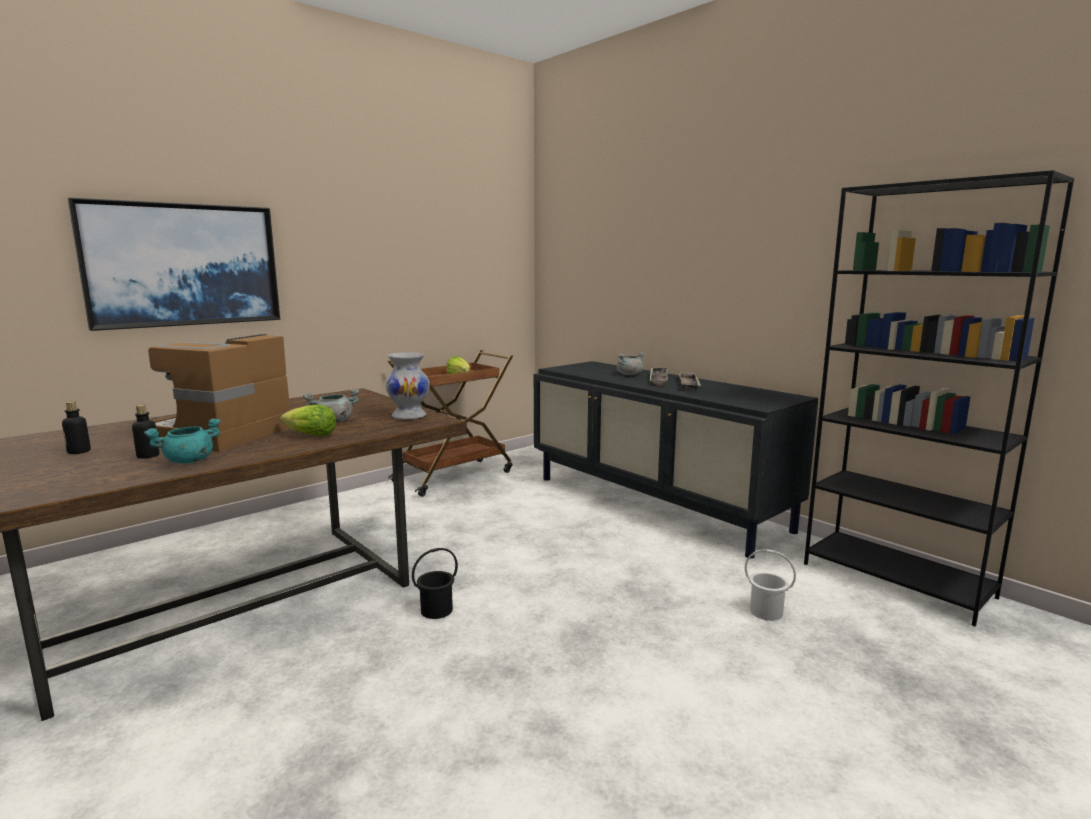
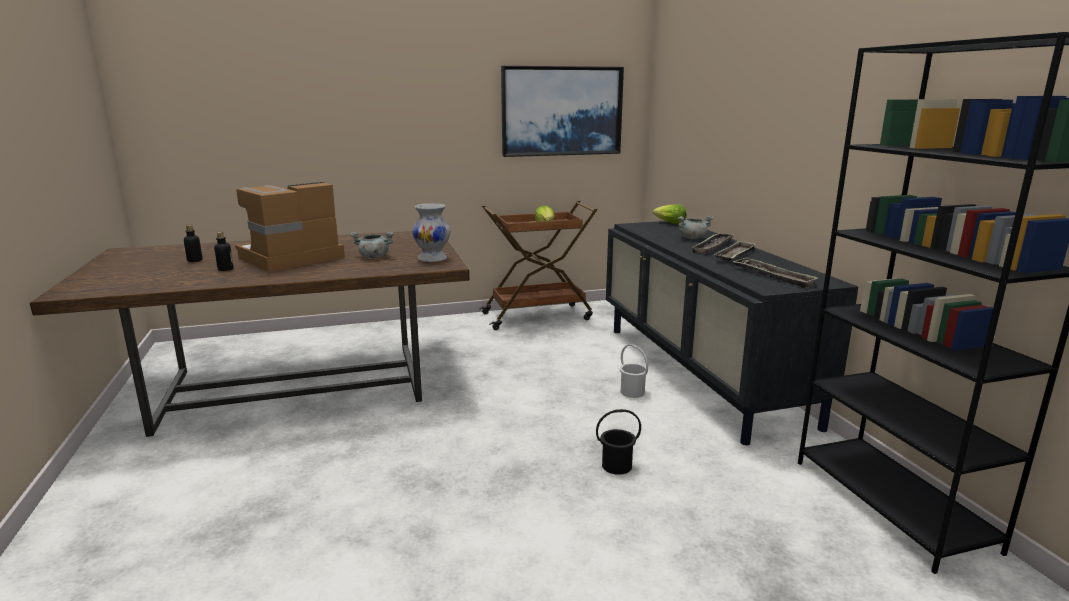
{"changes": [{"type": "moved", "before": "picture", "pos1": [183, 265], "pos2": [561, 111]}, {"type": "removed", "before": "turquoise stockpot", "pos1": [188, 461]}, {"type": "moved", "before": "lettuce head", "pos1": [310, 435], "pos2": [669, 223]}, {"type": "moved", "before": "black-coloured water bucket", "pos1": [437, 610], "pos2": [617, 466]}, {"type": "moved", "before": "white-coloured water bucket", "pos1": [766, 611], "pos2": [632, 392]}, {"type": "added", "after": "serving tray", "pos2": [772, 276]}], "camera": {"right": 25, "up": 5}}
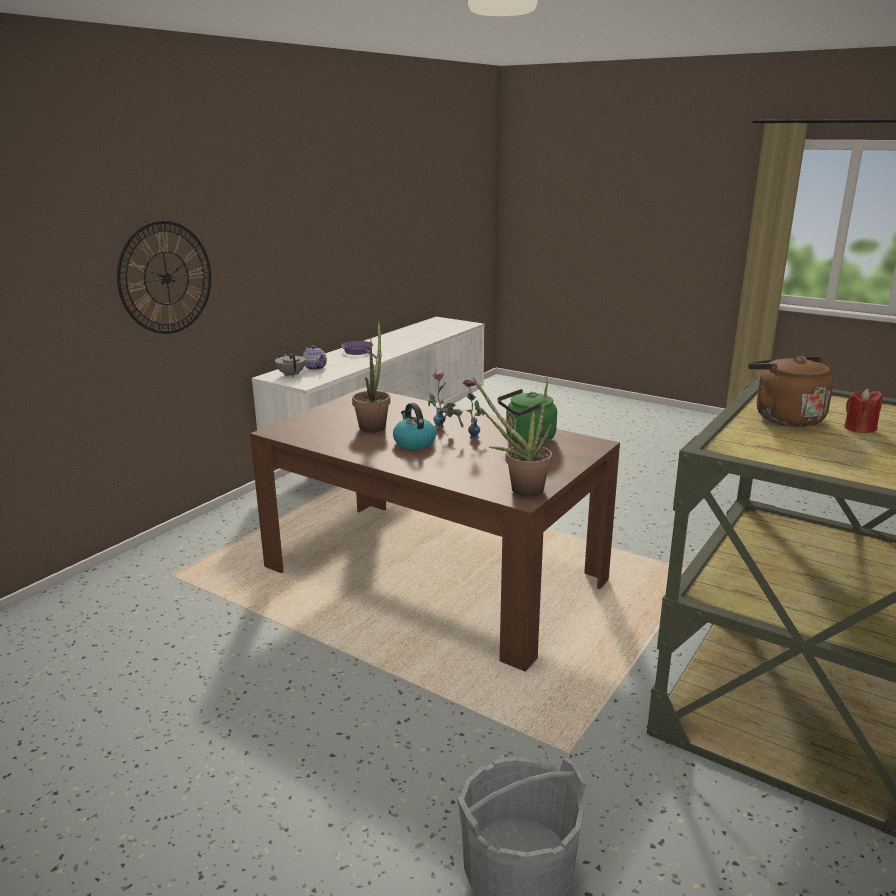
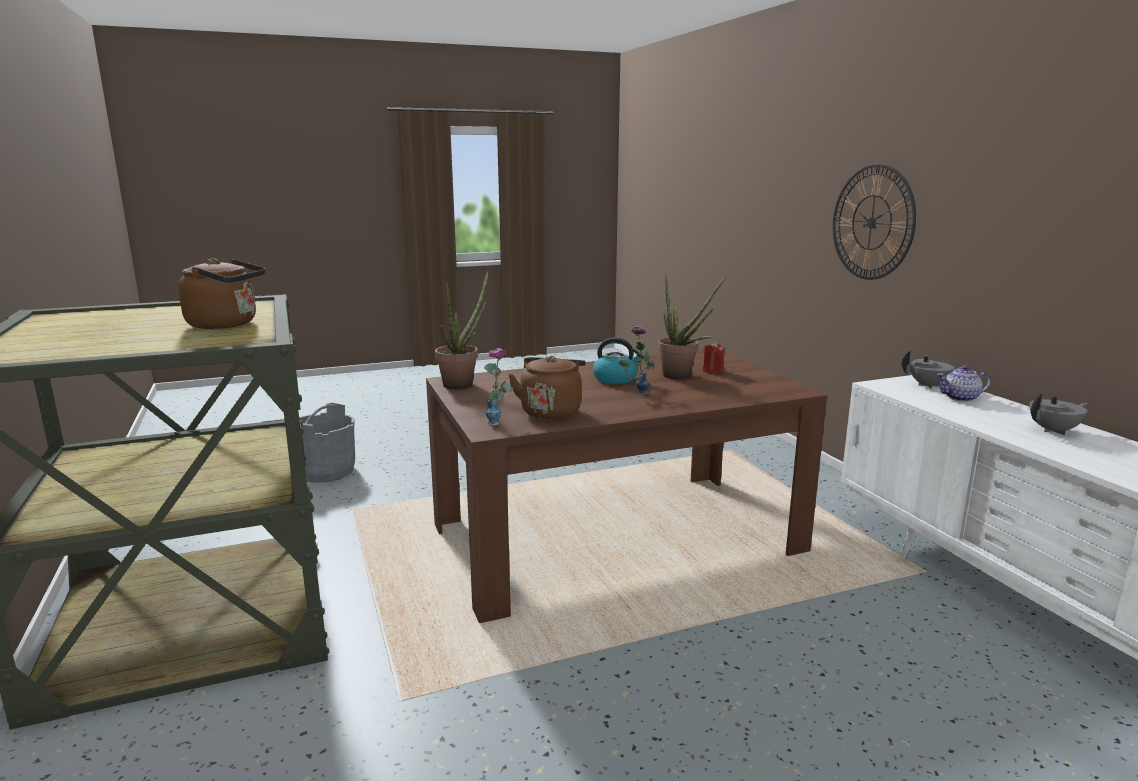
{"changes": [{"type": "replaced", "before": "purple pan", "after": "gray pot for tea", "pos1": [359, 352], "pos2": [1054, 431]}, {"type": "moved", "before": "vase", "pos1": [467, 437], "pos2": [499, 421]}, {"type": "recoloured", "before": "green-coloured kettle", "after": "brownish kettle", "pos1": [527, 439], "pos2": [551, 411]}, {"type": "moved", "before": "reddish candle", "pos1": [859, 428], "pos2": [712, 371]}], "camera": {"right": 125, "up": -5}}
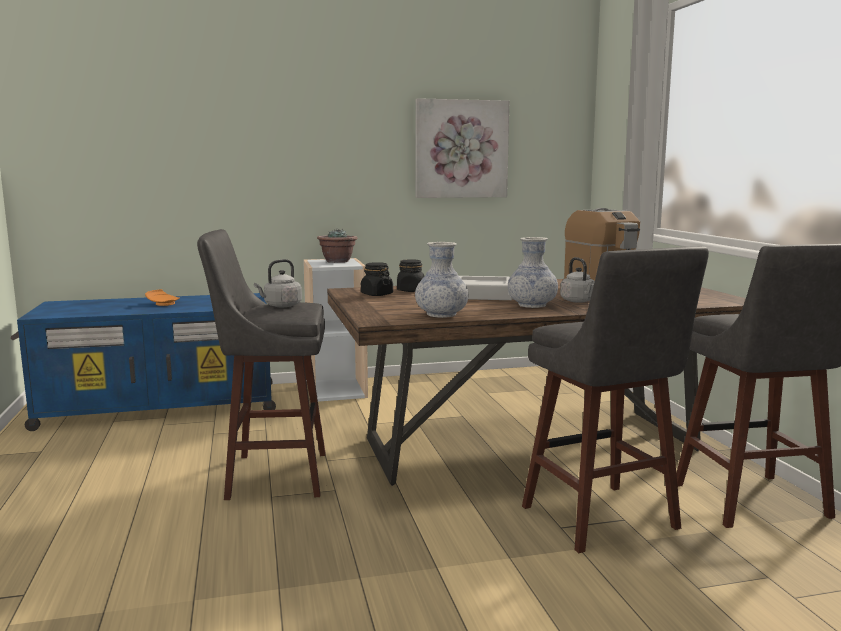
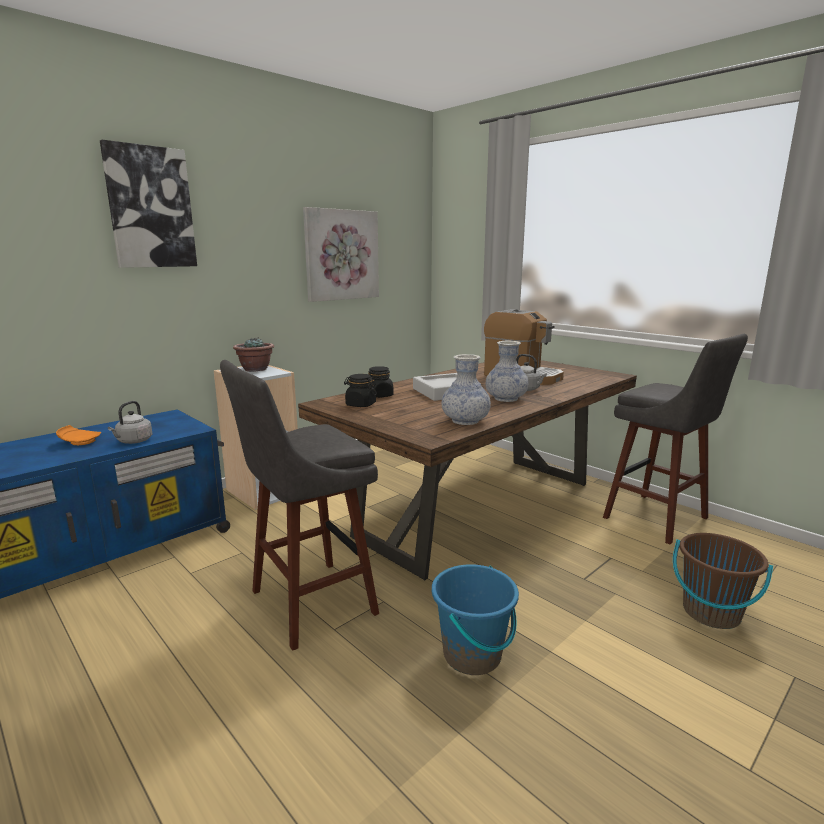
{"changes": [{"type": "moved", "before": "gray kettle", "pos1": [281, 306], "pos2": [133, 441]}, {"type": "removed", "before": "gray stool seat", "pos1": [602, 520]}, {"type": "added", "after": "picture", "pos2": [150, 208]}, {"type": "added", "after": "bluish water bucket", "pos2": [472, 655]}, {"type": "added", "after": "brownish water bucket", "pos2": [711, 613]}], "camera": {"right": -30, "up": 5}}
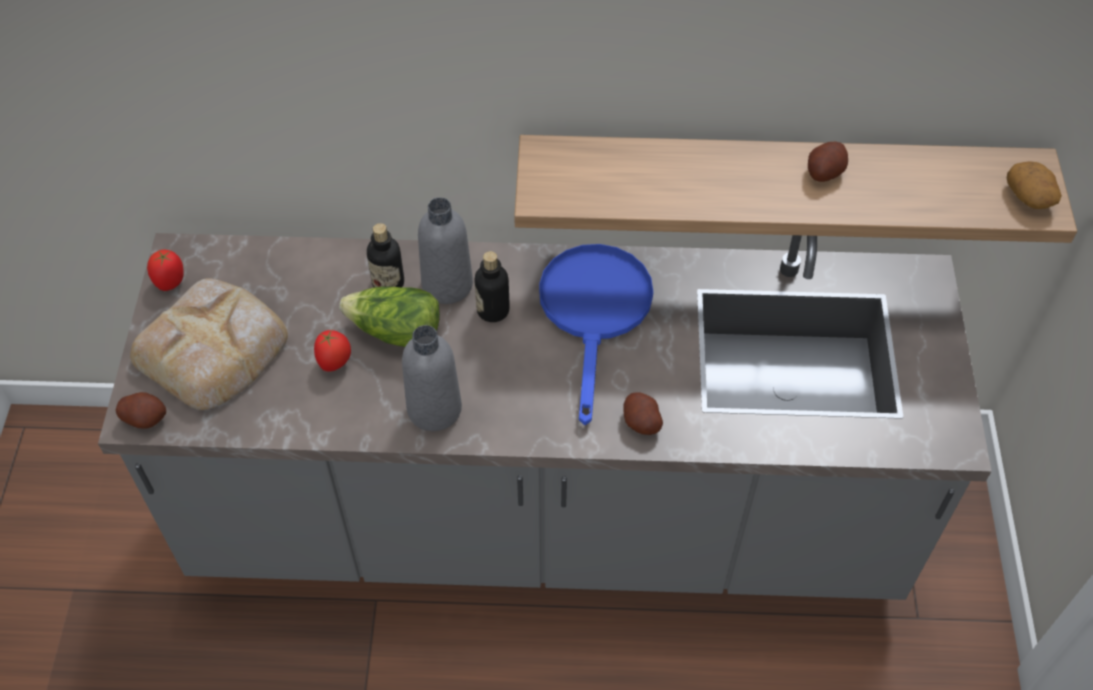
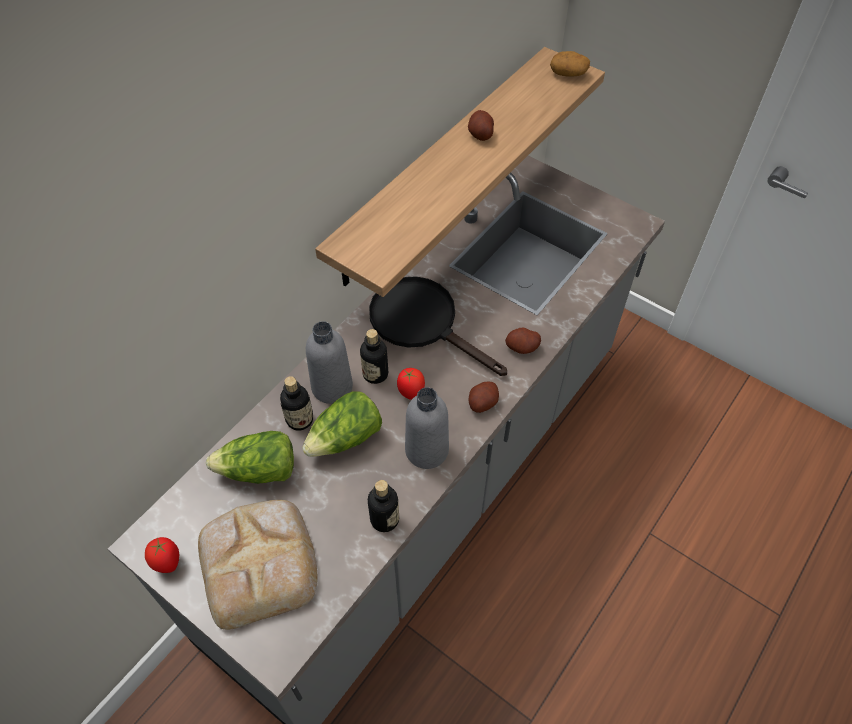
{"changes": [{"type": "moved", "before": "potato", "pos1": [145, 418], "pos2": [482, 403]}, {"type": "moved", "before": "fresh tomato", "pos1": [335, 363], "pos2": [411, 392]}, {"type": "recoloured", "before": "bluish pan", "after": "black-coloured pan", "pos1": [595, 312], "pos2": [423, 323]}, {"type": "added", "after": "lettuce head", "pos2": [259, 470]}, {"type": "added", "after": "drink bottle", "pos2": [384, 519]}], "camera": {"right": -55, "up": 0}}
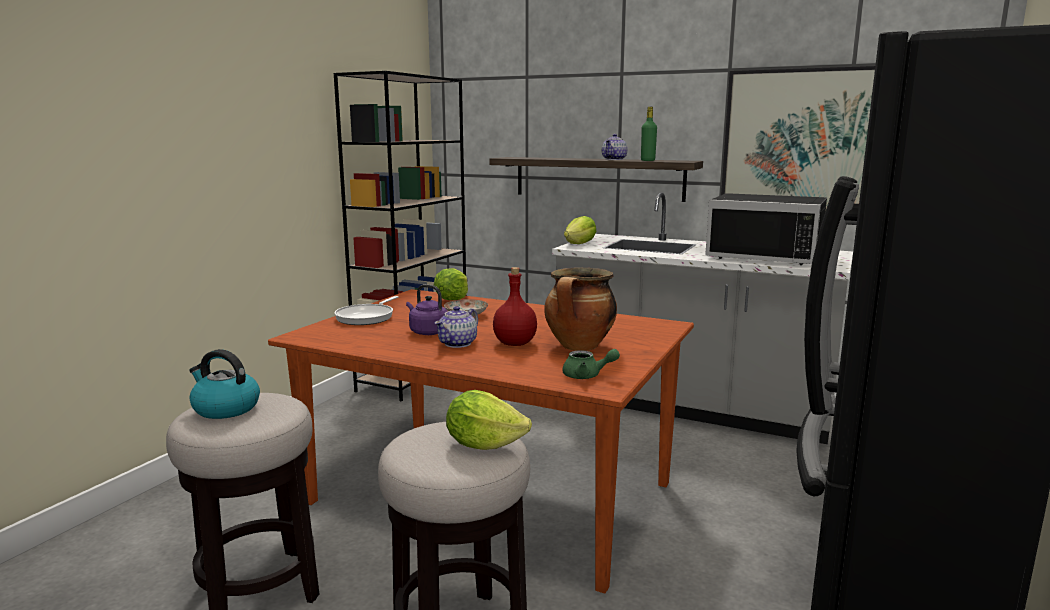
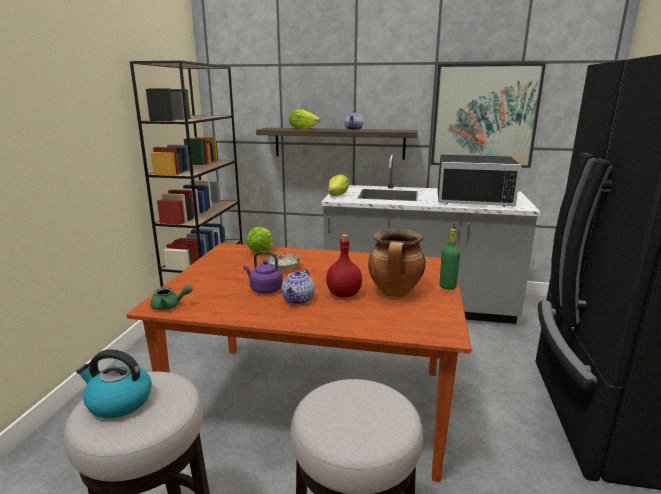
{"changes": [{"type": "removed", "before": "pan", "pos1": [367, 317]}, {"type": "moved", "before": "lettuce head", "pos1": [484, 444], "pos2": [302, 129]}, {"type": "moved", "before": "green-coloured pot for tea", "pos1": [587, 376], "pos2": [170, 306]}, {"type": "moved", "before": "green-coloured drink bottle", "pos1": [647, 160], "pos2": [447, 286]}], "camera": {"right": -15, "up": 5}}
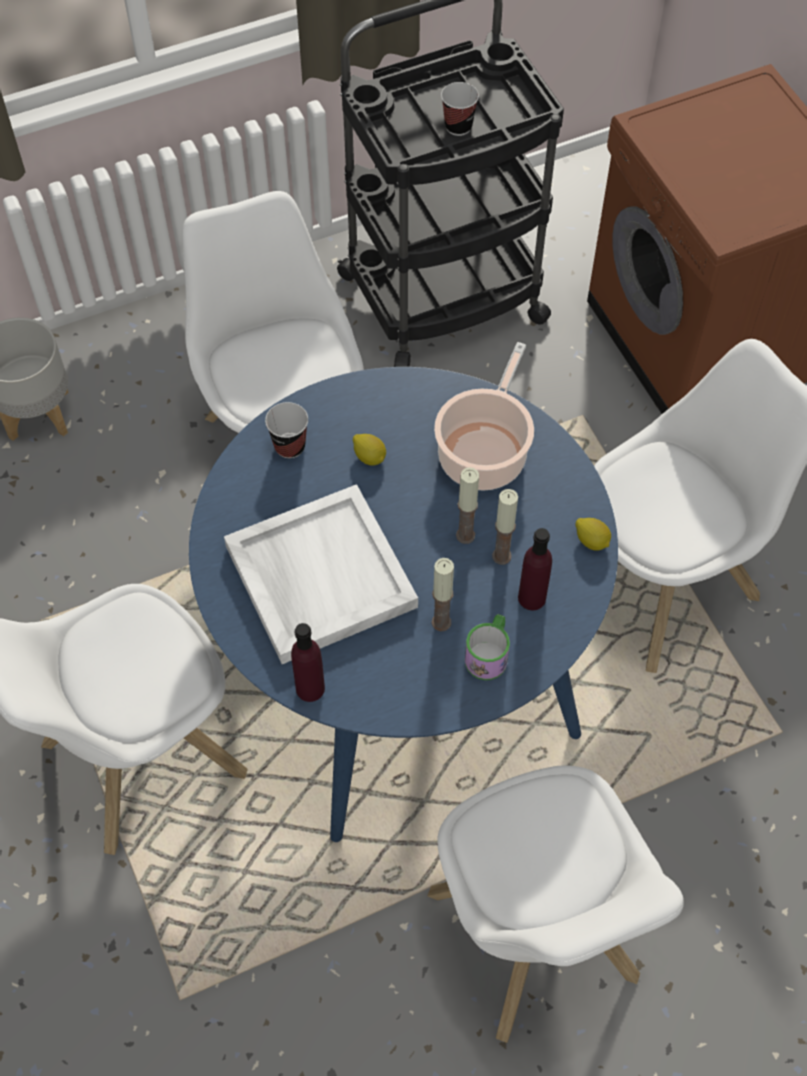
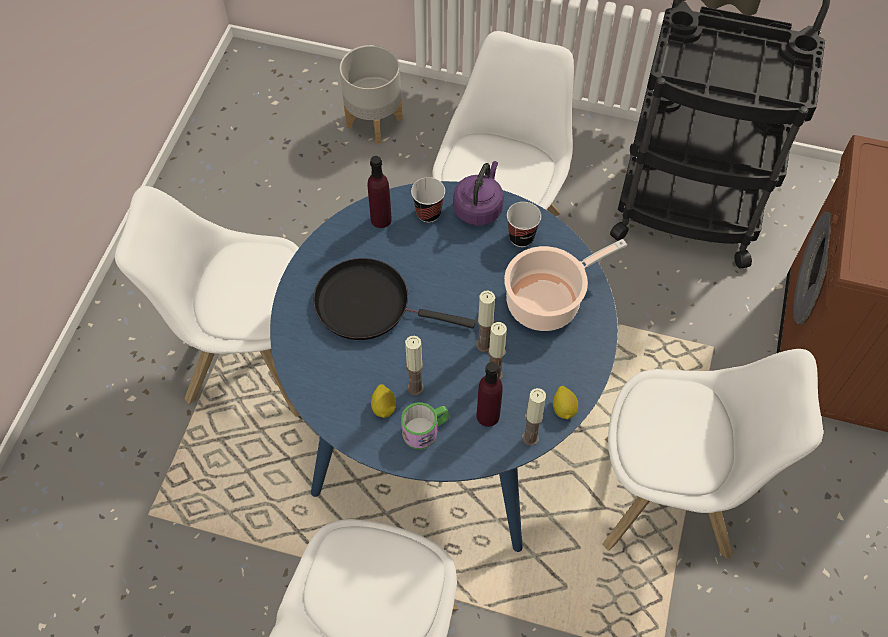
{"changes": [{"type": "replaced", "before": "white-coloured serving tray", "after": "black-coloured pan", "pos1": [318, 576], "pos2": [369, 304]}, {"type": "moved", "before": "purple drink bottle", "pos1": [310, 688], "pos2": [381, 219]}, {"type": "moved", "before": "whole lemon", "pos1": [370, 457], "pos2": [384, 407]}, {"type": "moved", "before": "small cup", "pos1": [458, 126], "pos2": [521, 237]}, {"type": "added", "after": "purple kettle", "pos2": [479, 208]}, {"type": "added", "after": "candle", "pos2": [530, 438]}], "camera": {"right": 40, "up": 0}}
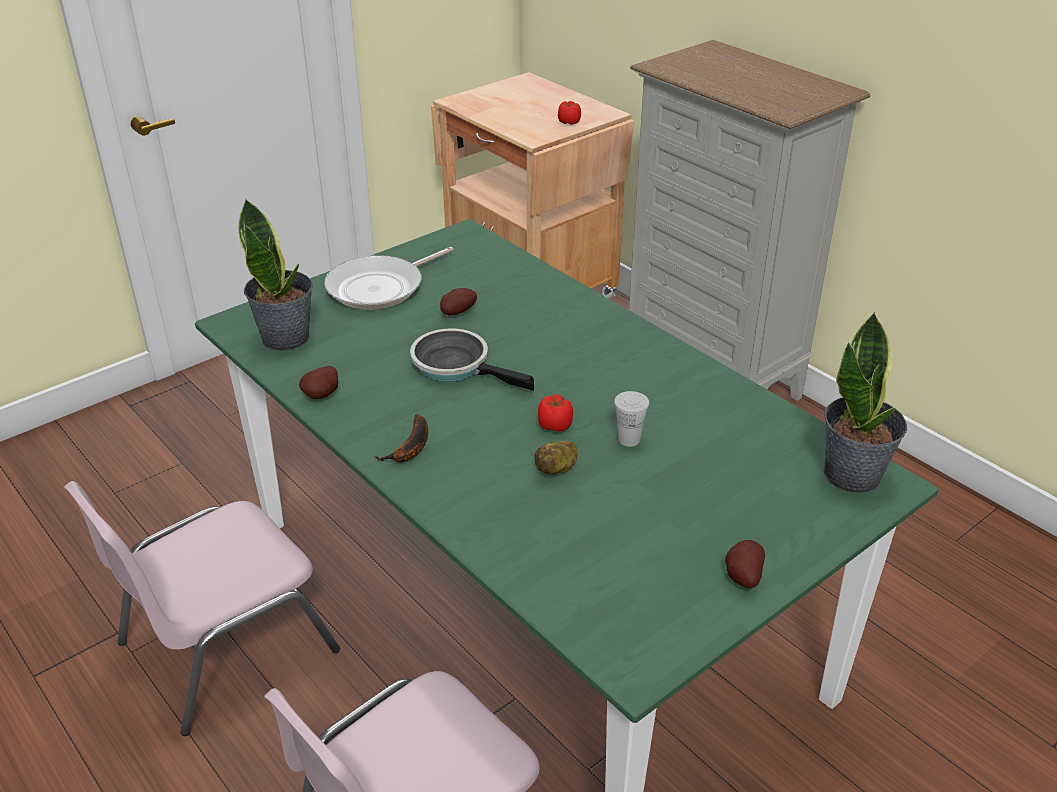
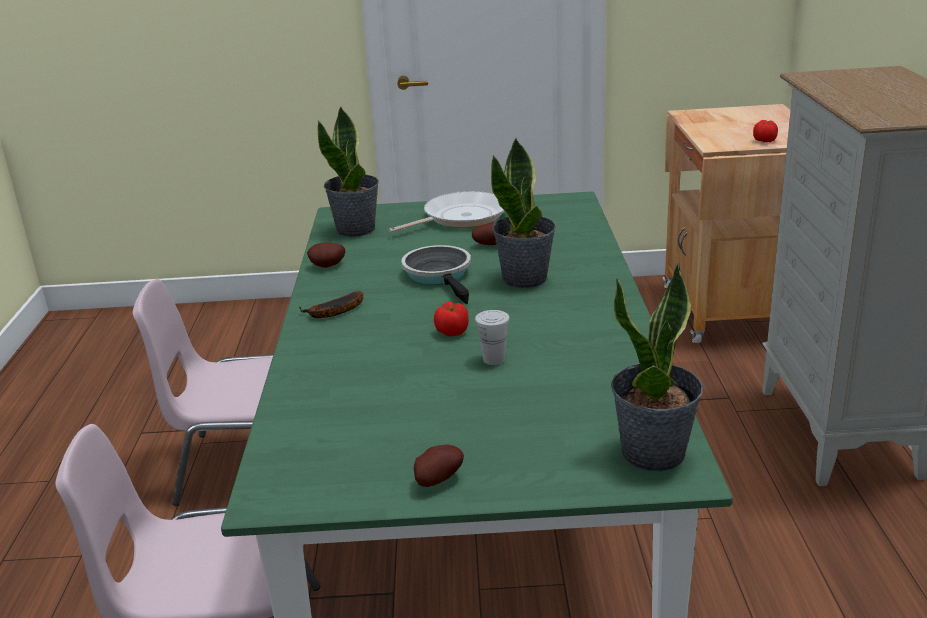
{"changes": [{"type": "turned", "before": "pan", "pos1": [380, 288], "pos2": [460, 217], "turn": 150}, {"type": "removed", "before": "potato", "pos1": [557, 469]}, {"type": "added", "after": "potted plant", "pos2": [525, 278]}], "camera": {"right": 40, "up": -10}}
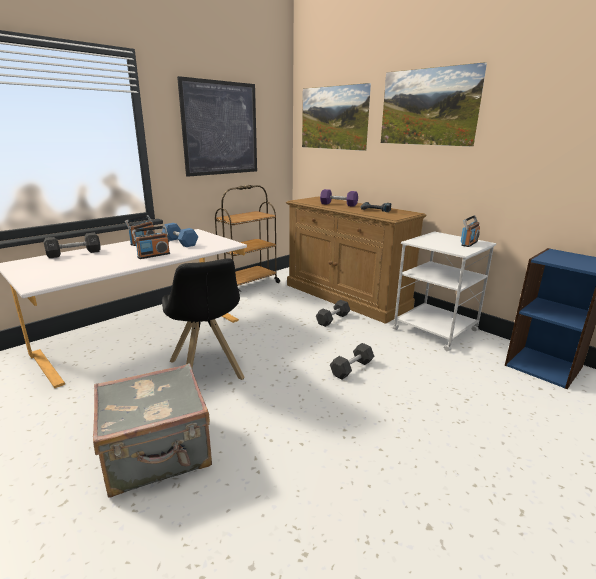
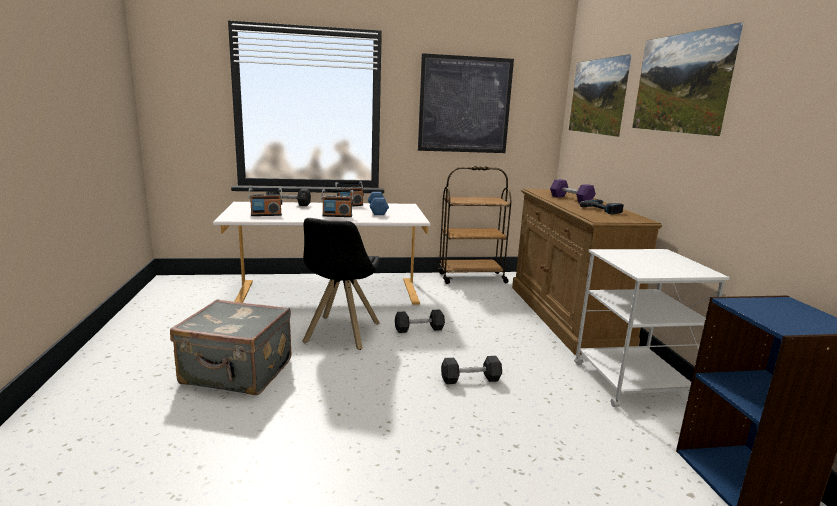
{"changes": [{"type": "moved", "before": "black-coloured free weight", "pos1": [333, 319], "pos2": [419, 329]}, {"type": "moved", "before": "radio", "pos1": [469, 243], "pos2": [266, 215]}], "camera": {"right": 35, "up": -5}}
